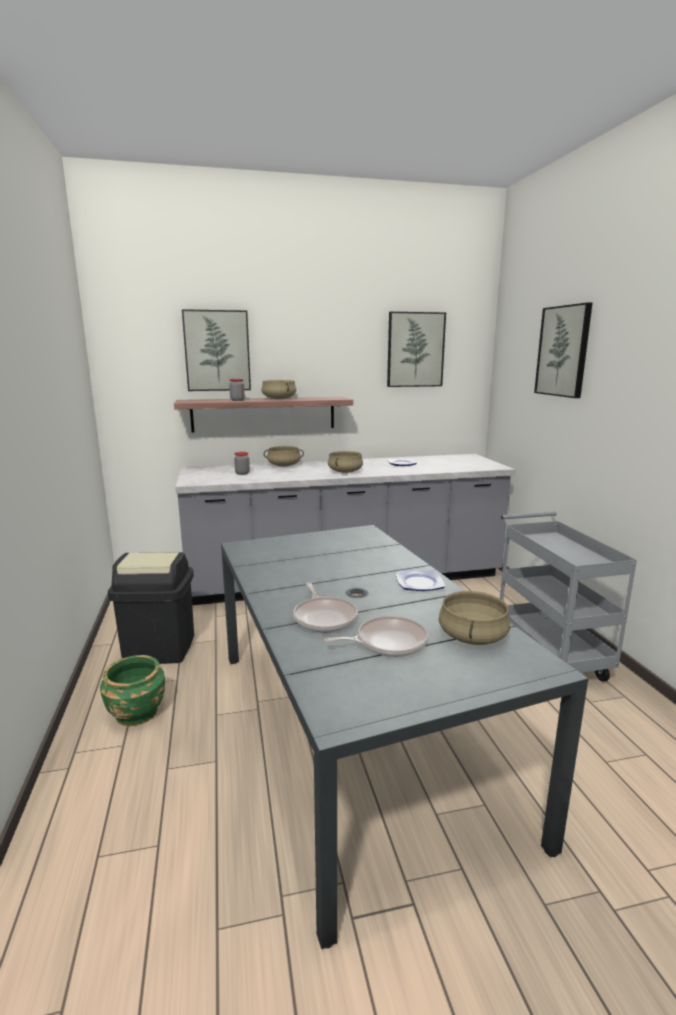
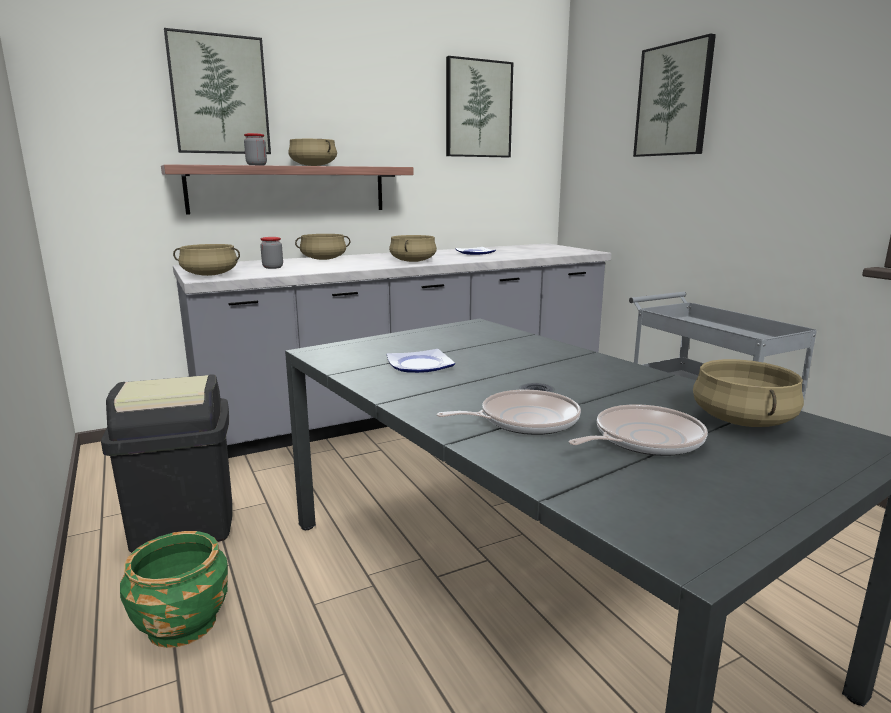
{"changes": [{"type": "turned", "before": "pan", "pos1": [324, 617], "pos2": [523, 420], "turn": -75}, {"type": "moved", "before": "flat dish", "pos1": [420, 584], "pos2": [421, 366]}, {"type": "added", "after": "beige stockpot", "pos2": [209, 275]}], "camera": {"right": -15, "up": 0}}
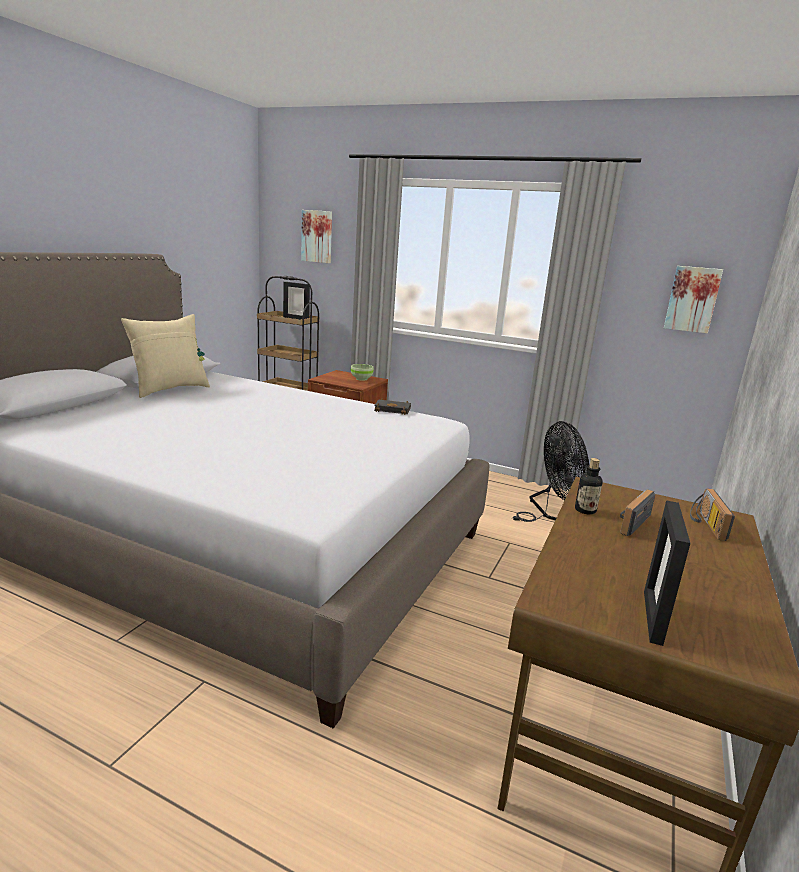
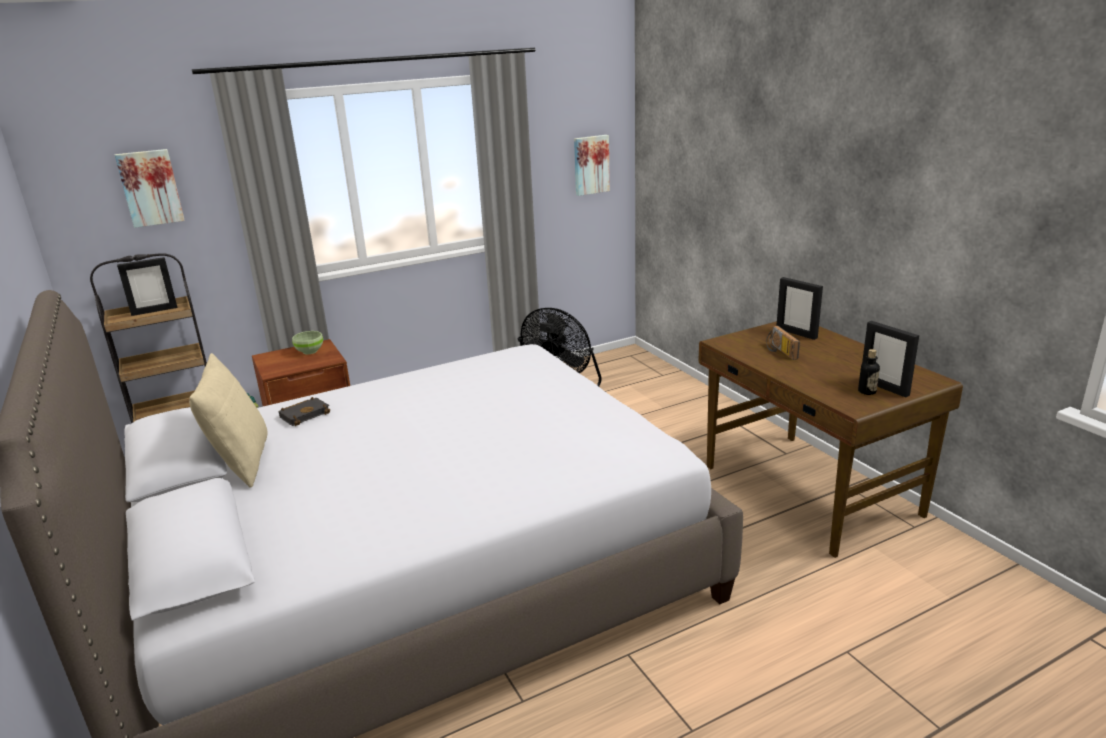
{"changes": [{"type": "moved", "before": "black-coloured book", "pos1": [393, 410], "pos2": [305, 414]}, {"type": "moved", "before": "drink bottle", "pos1": [585, 510], "pos2": [867, 391]}, {"type": "replaced", "before": "radio", "after": "standing frame", "pos1": [705, 524], "pos2": [797, 333]}], "camera": {"right": -50, "up": 5}}
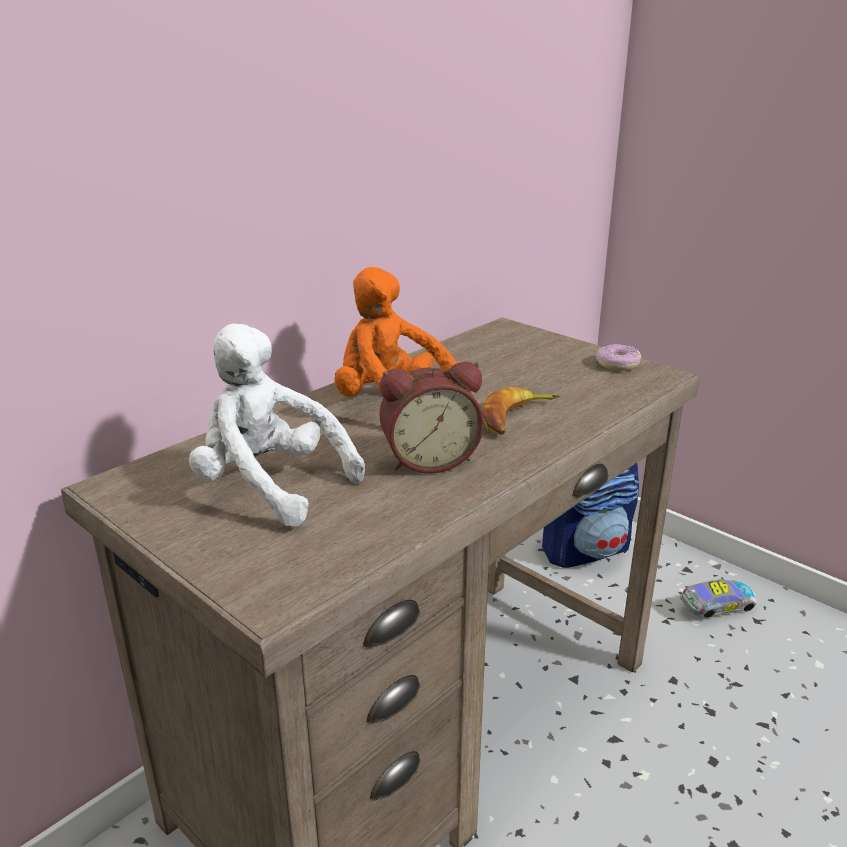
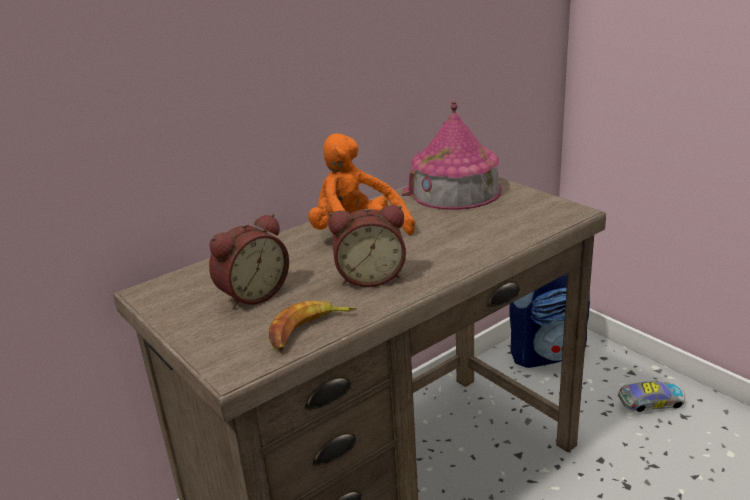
{"changes": [{"type": "replaced", "before": "white-coloured cuddly toy", "after": "bedside clock", "pos1": [270, 486], "pos2": [252, 294]}, {"type": "moved", "before": "banana fruit", "pos1": [516, 418], "pos2": [309, 330]}, {"type": "removed", "before": "ring doughnut", "pos1": [617, 364]}, {"type": "added", "after": "model house", "pos2": [455, 191]}], "camera": {"right": 10, "up": 0}}
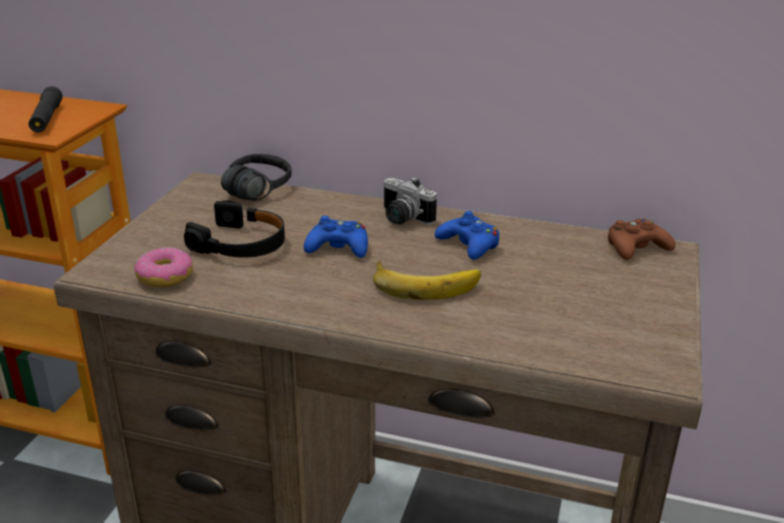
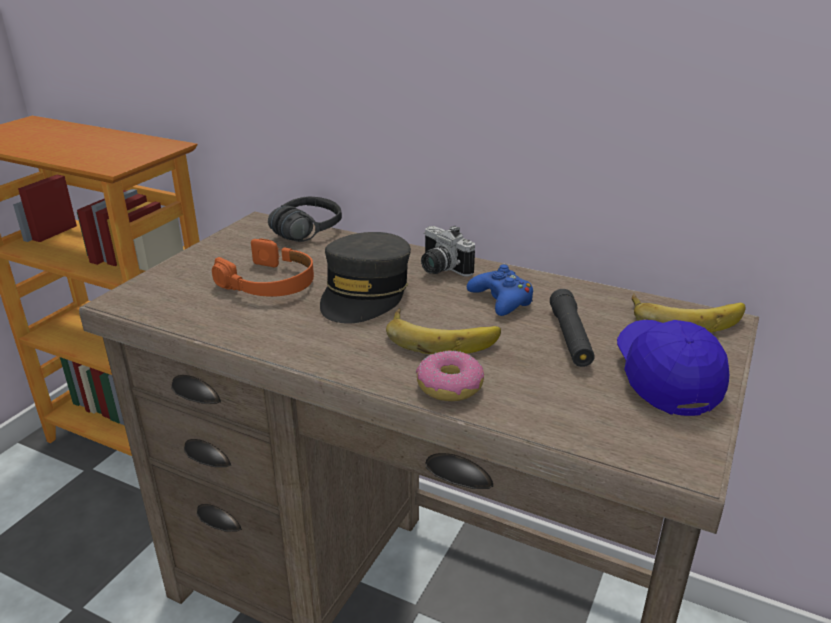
{"changes": [{"type": "moved", "before": "black-coloured flashlight", "pos1": [47, 118], "pos2": [570, 337]}, {"type": "moved", "before": "ring doughnut", "pos1": [165, 277], "pos2": [450, 386]}, {"type": "recoloured", "before": "black-coloured headset", "after": "orange-coloured headset", "pos1": [241, 244], "pos2": [270, 282]}, {"type": "replaced", "before": "bluish joypad", "after": "gray peaked cap", "pos1": [338, 247], "pos2": [365, 293]}, {"type": "replaced", "before": "brownish joypad", "after": "banana fruit", "pos1": [636, 248], "pos2": [685, 316]}, {"type": "added", "after": "bluish peaked cap", "pos2": [665, 378]}], "camera": {"right": 10, "up": 0}}
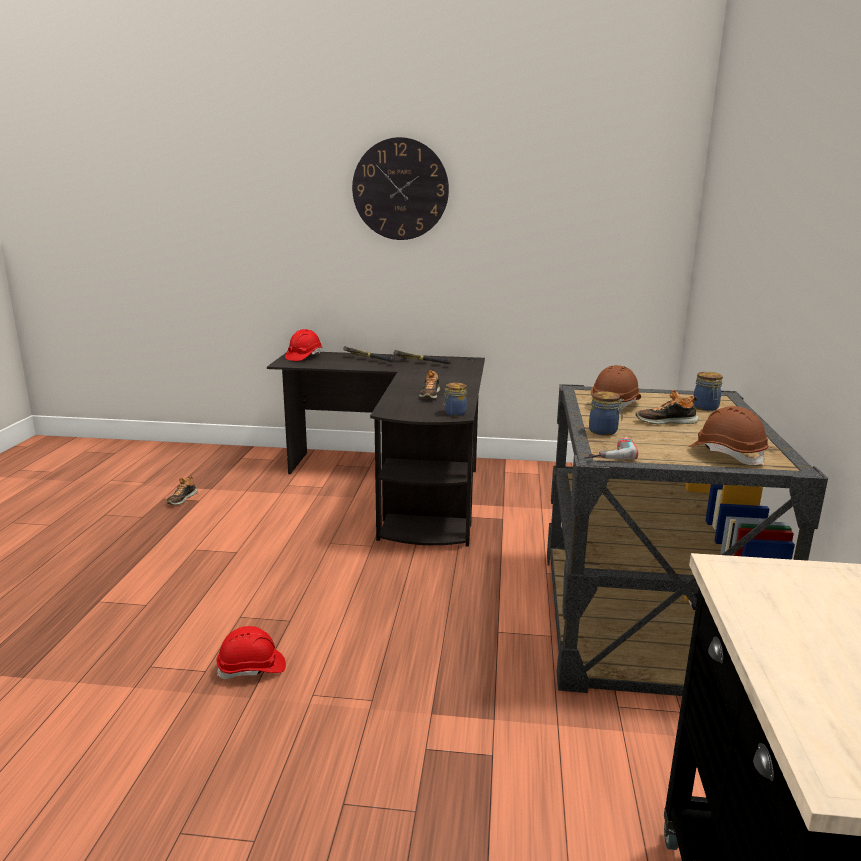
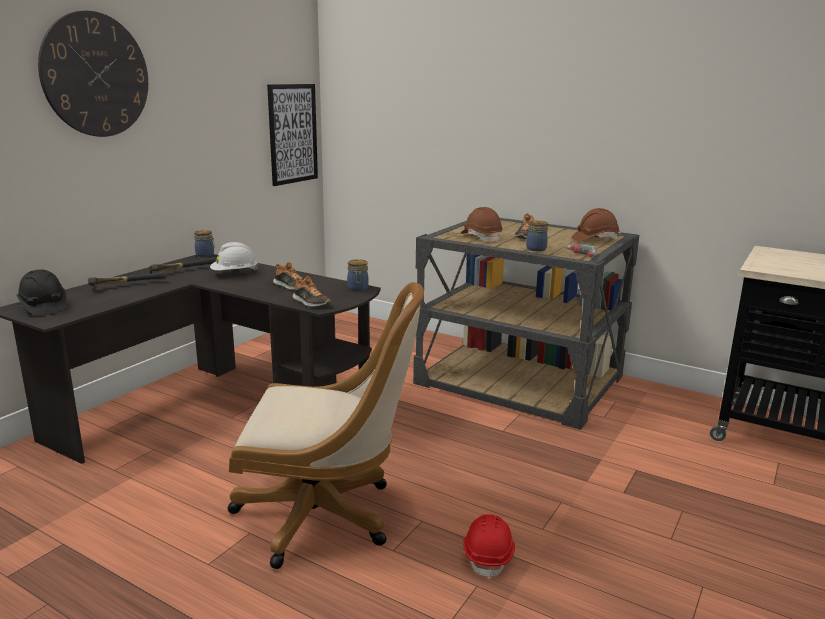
{"changes": [{"type": "moved", "before": "item of footwear", "pos1": [181, 499], "pos2": [311, 303]}, {"type": "recoloured", "before": "reddish work helmet", "after": "black-coloured work helmet", "pos1": [304, 357], "pos2": [43, 307]}, {"type": "moved", "before": "jar", "pos1": [706, 408], "pos2": [205, 255]}, {"type": "added", "after": "white-coloured work helmet", "pos2": [235, 274]}, {"type": "added", "after": "office chair", "pos2": [327, 515]}, {"type": "added", "after": "picture", "pos2": [293, 134]}], "camera": {"right": -65, "up": 0}}
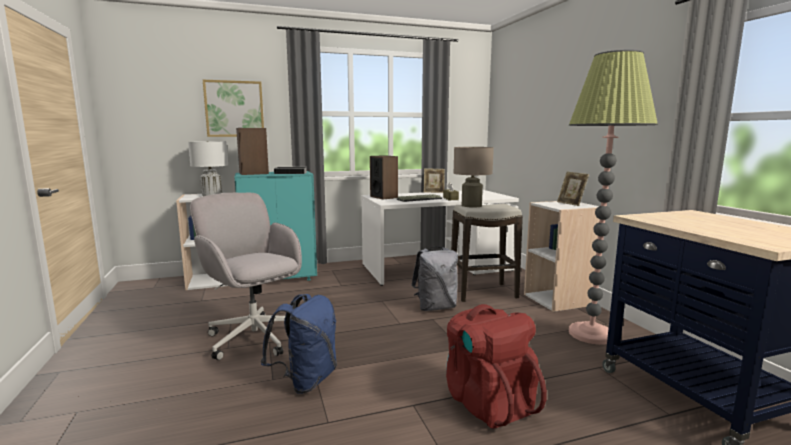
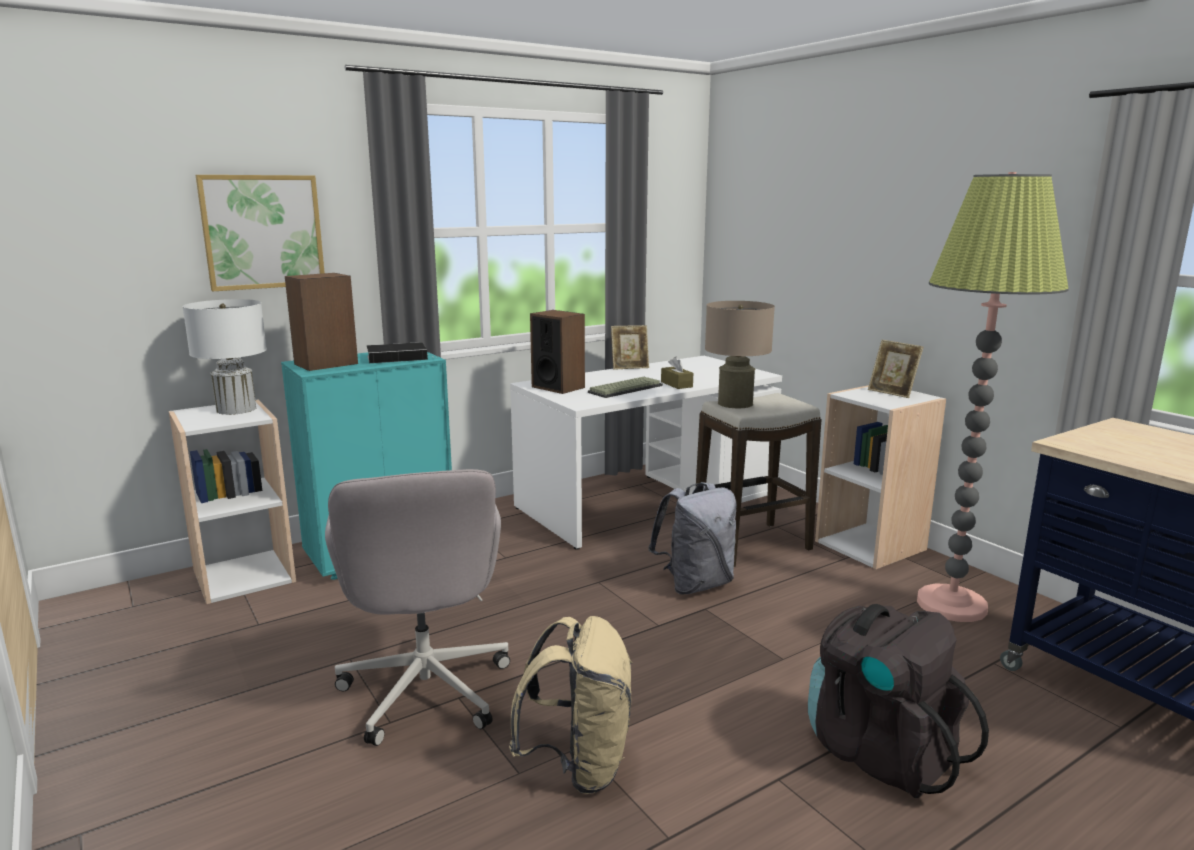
{"changes": [{"type": "turned", "before": "gray office chair", "pos1": [254, 338], "pos2": [425, 693], "turn": -135}, {"type": "recoloured", "before": "bluish knapsack", "after": "beige knapsack", "pos1": [306, 380], "pos2": [578, 765]}, {"type": "recoloured", "before": "reddish knapsack", "after": "black-coloured knapsack", "pos1": [487, 401], "pos2": [880, 751]}], "camera": {"right": -15, "up": 5}}
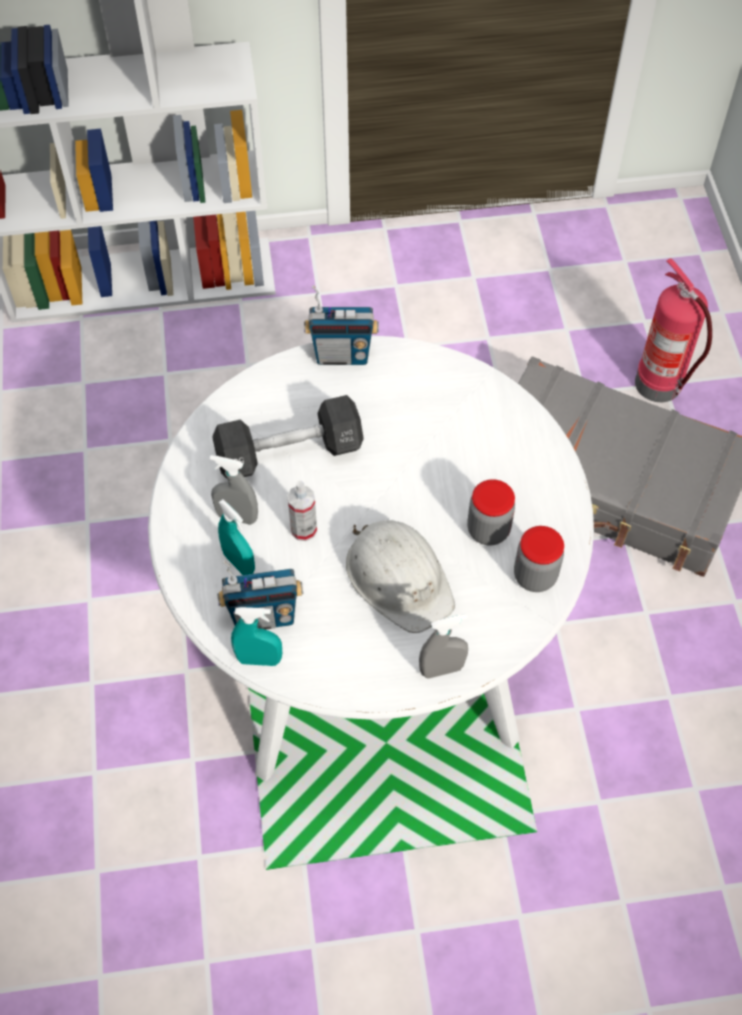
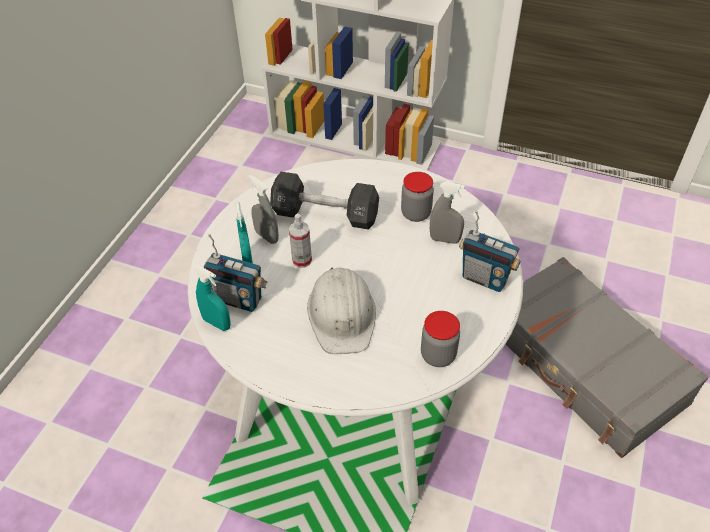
{"changes": [{"type": "moved", "before": "radio", "pos1": [342, 355], "pos2": [485, 278]}, {"type": "moved", "before": "gray spray bottle", "pos1": [442, 669], "pos2": [445, 239]}, {"type": "moved", "before": "jar", "pos1": [488, 530], "pos2": [416, 213]}, {"type": "removed", "before": "extinguisher", "pos1": [660, 385]}], "camera": {"right": 30, "up": -10}}
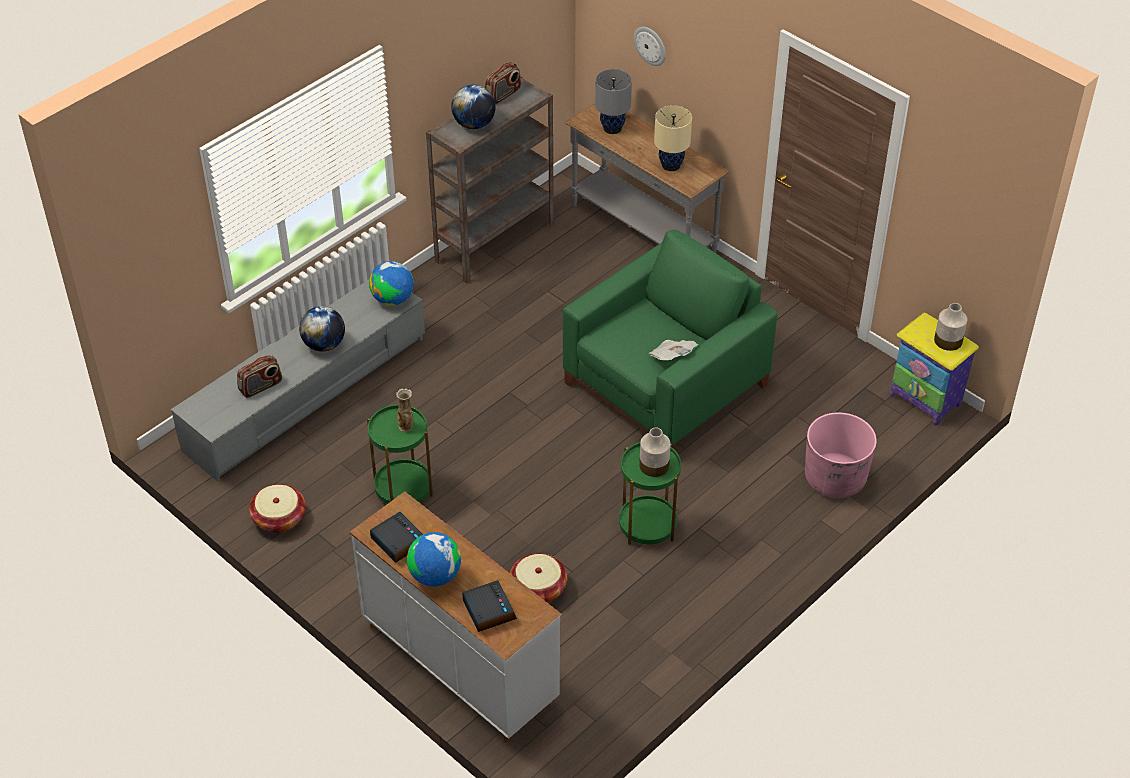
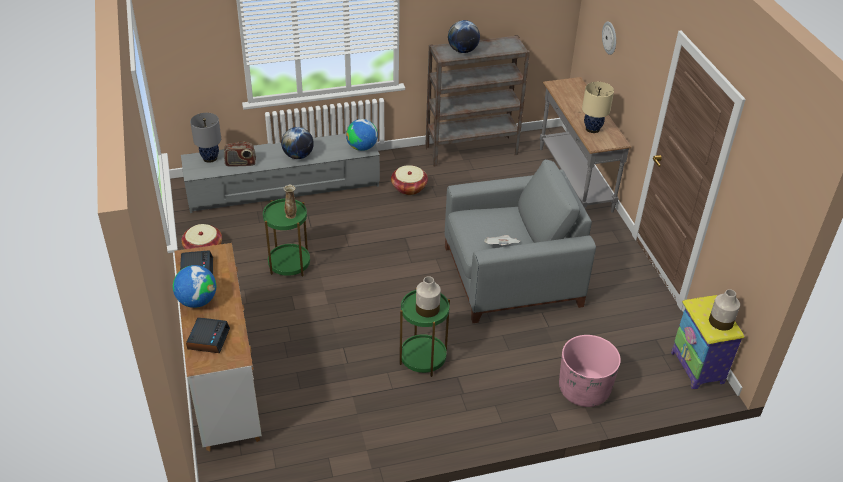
{"changes": [{"type": "removed", "before": "radio", "pos1": [503, 95]}, {"type": "moved", "before": "household basket", "pos1": [538, 588], "pos2": [409, 187]}, {"type": "recoloured", "before": "green-coloured armchair", "after": "gray armchair", "pos1": [664, 386], "pos2": [510, 276]}, {"type": "moved", "before": "gray tabletop lamp", "pos1": [612, 128], "pos2": [210, 158]}], "camera": {"right": 30, "up": -5}}
